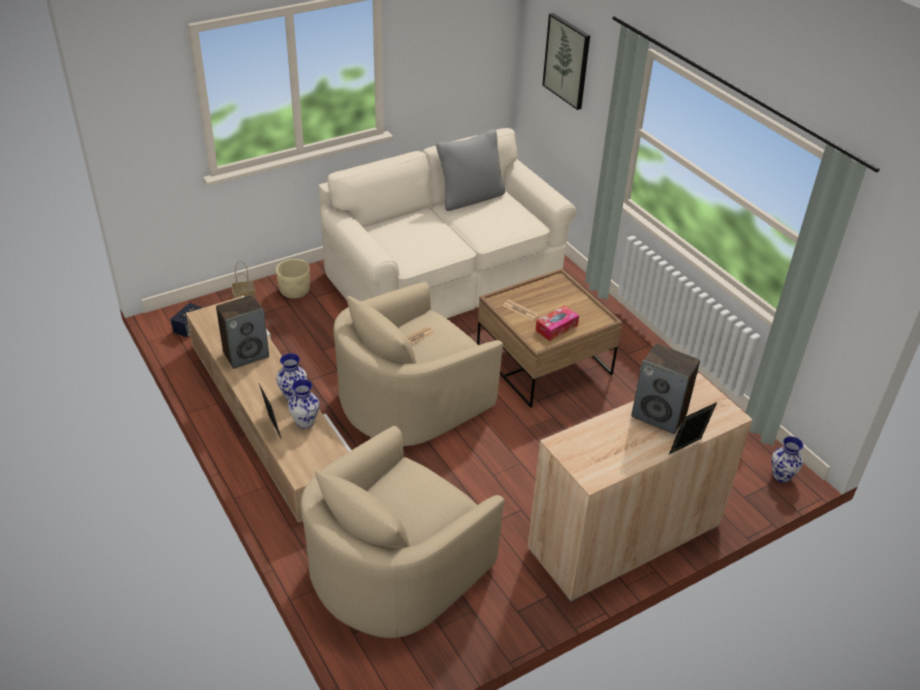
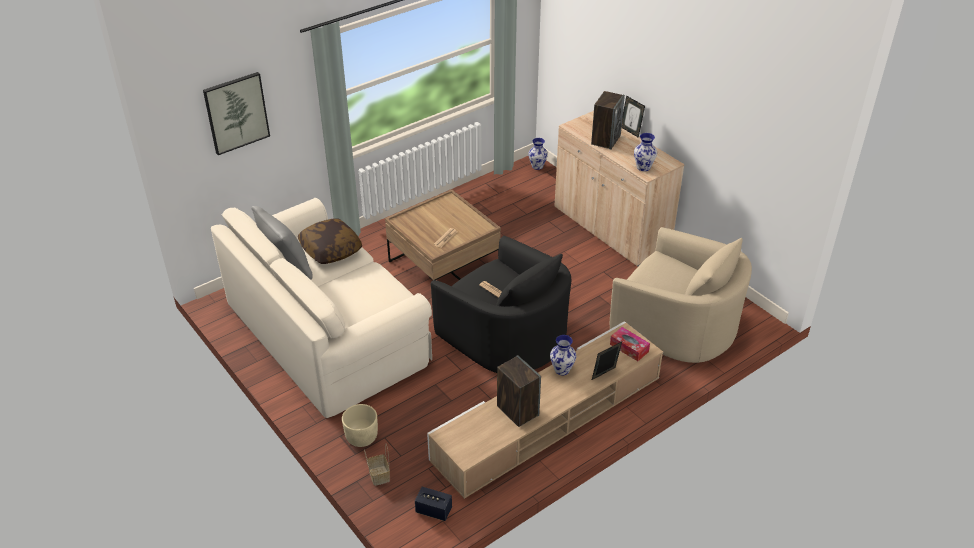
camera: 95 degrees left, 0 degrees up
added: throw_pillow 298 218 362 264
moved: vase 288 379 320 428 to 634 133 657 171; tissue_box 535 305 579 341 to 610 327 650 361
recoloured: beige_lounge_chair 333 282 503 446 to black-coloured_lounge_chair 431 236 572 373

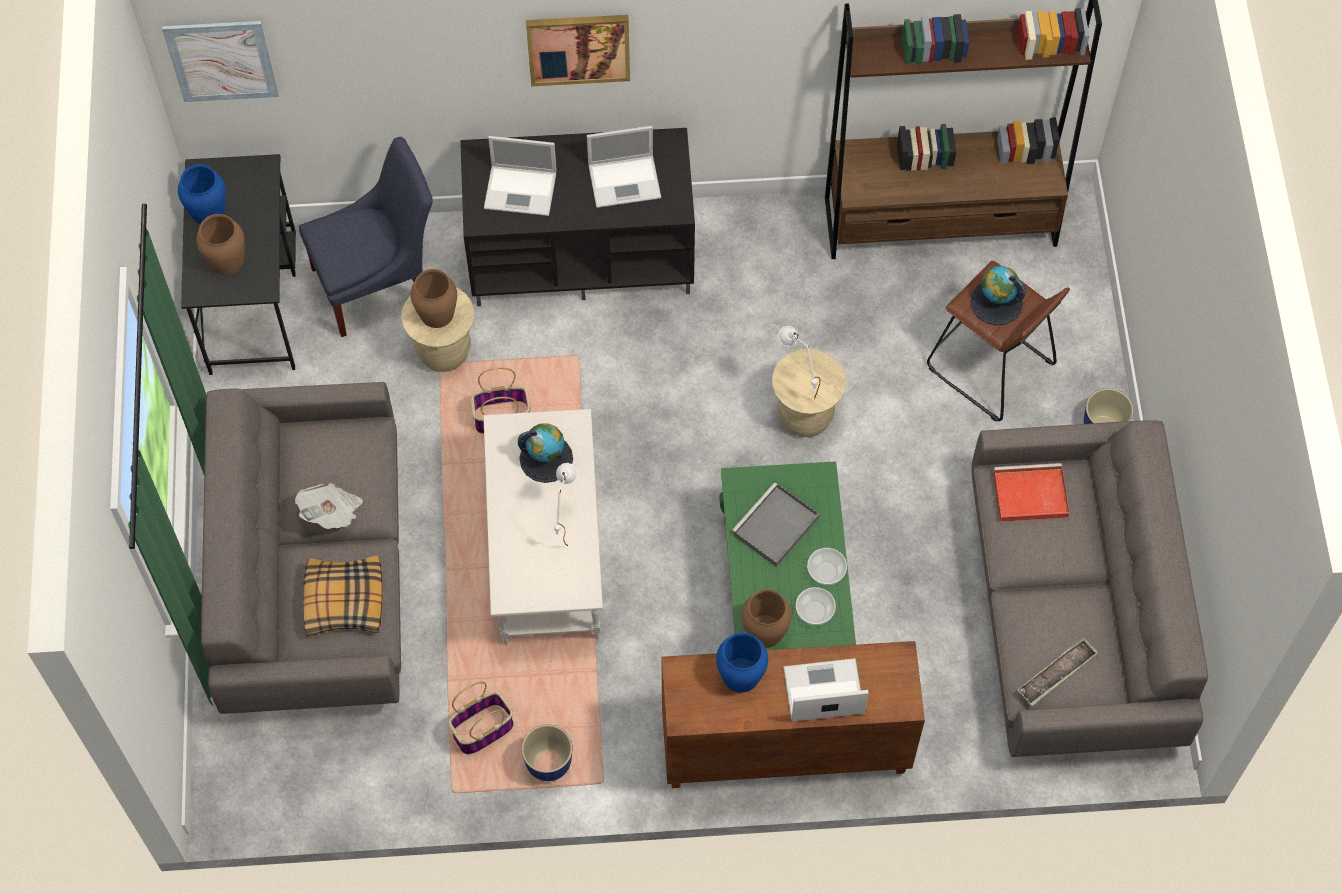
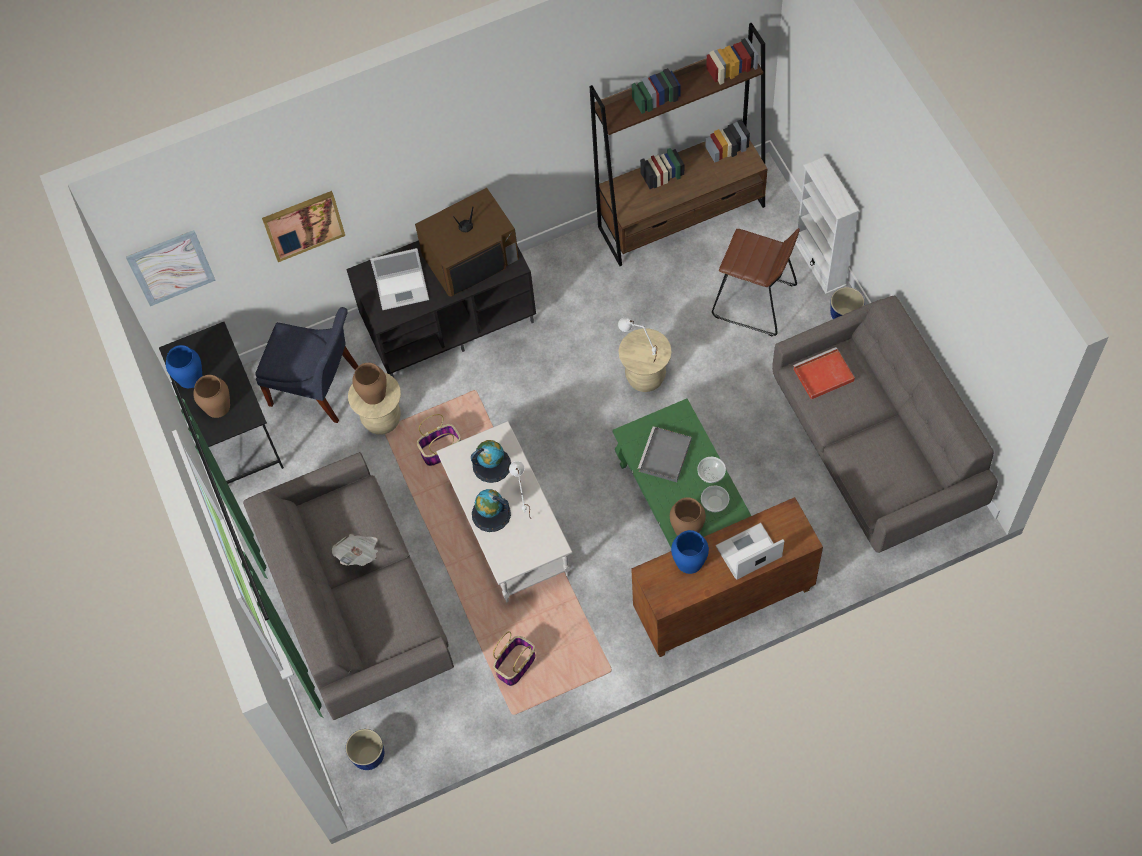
camera: 15 degrees left, 0 degrees up
removed: throw_pillow 303 555 383 636; tray 1017 637 1098 706
added: white_bookshelf 795 156 859 294
moved: planter 521 724 573 781 to 346 729 384 770; wall_art 526 15 630 87 to 262 191 345 262; desk_globe 970 266 1026 326 to 472 489 511 532
replaced: portable_computer 587 126 661 208 to TV_set 415 188 519 297
turned: bluish_chair 299 137 433 337 = 255 307 358 423 60 degrees clockwise

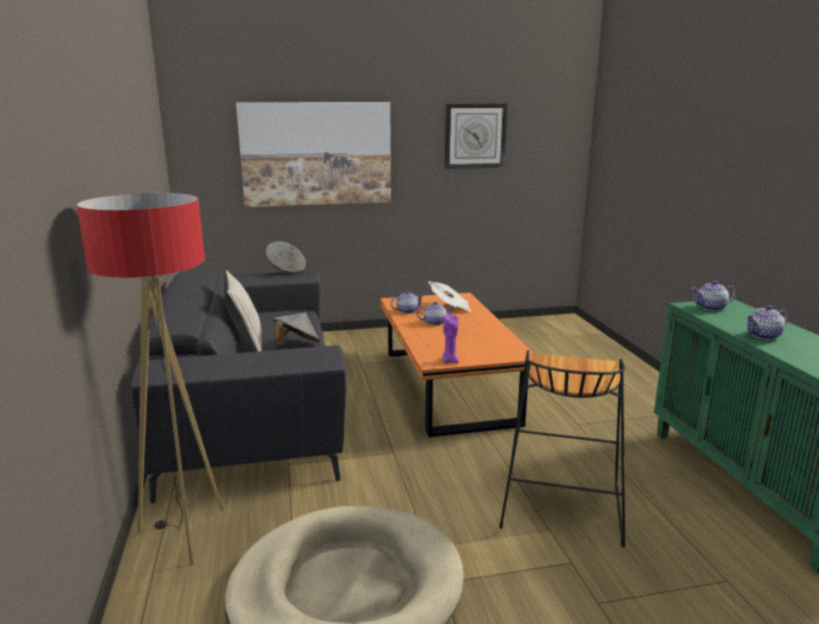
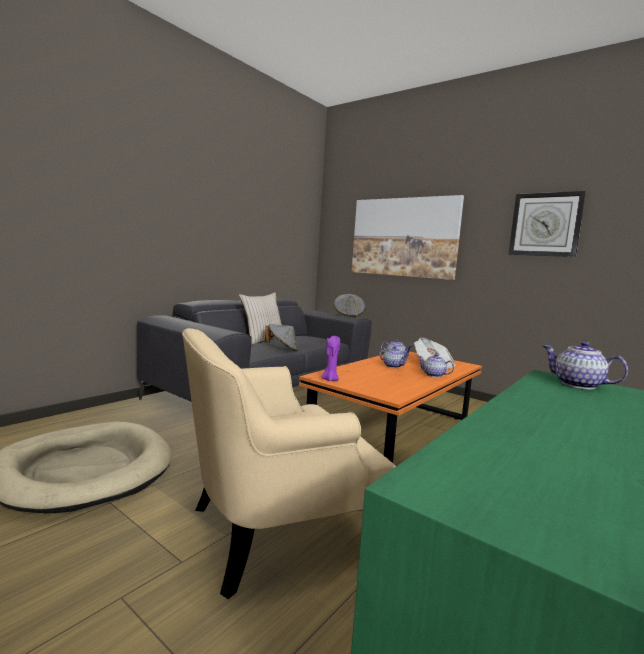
camera: 50 degrees right, 10 degrees down
removed: standing_lamp 76 193 223 565
moved: pot_for_tea 746 305 788 340 to 418 354 454 377
replaced: black-coloured_stool_seat 499 350 625 547 to beige_lounge_chair 182 328 396 599

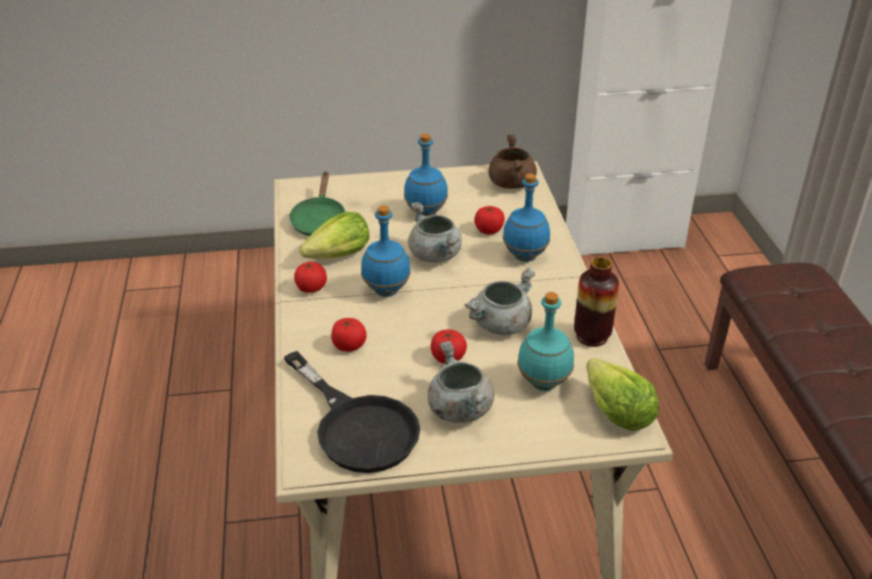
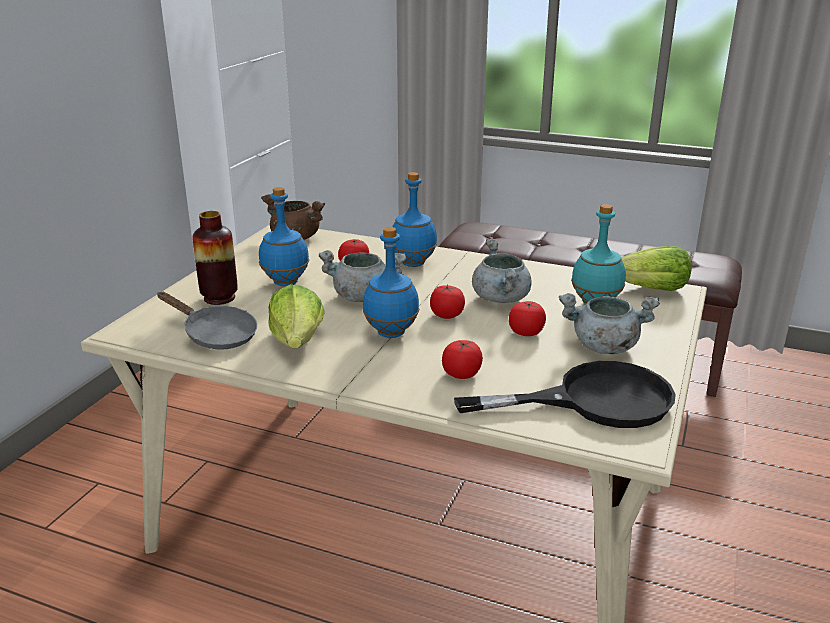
camera: 60 degrees left, 10 degrees down
moved: tomato 294 262 327 293 to 430 285 465 319; vase 574 257 619 347 to 192 211 238 305
recoloured: greenish_pan 289 171 345 236 to grey_pan 157 292 257 350

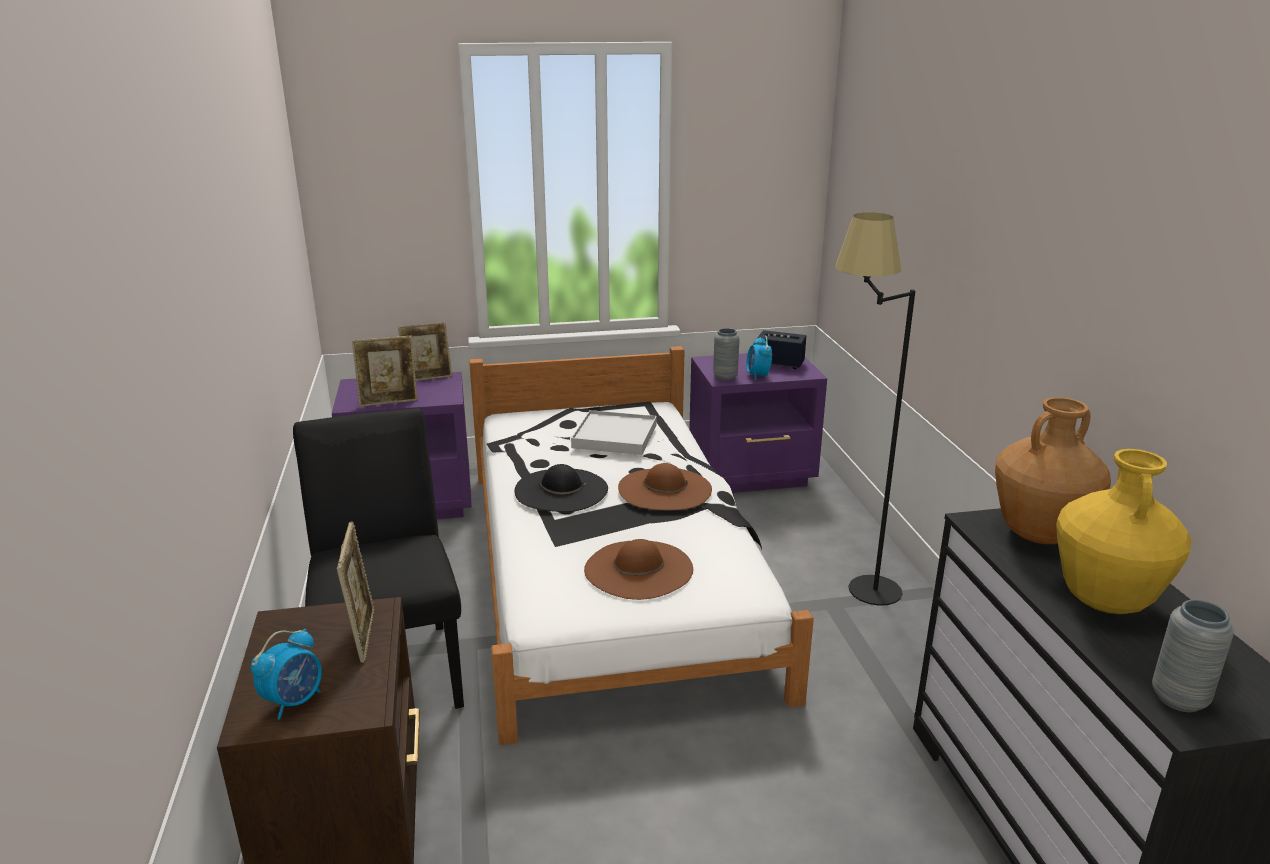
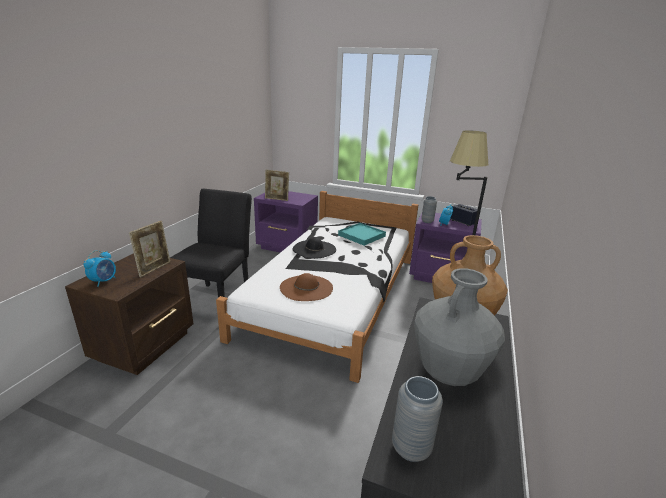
camera: 30 degrees right, 0 degrees up
removed: photo_frame 398 322 452 381; brown_clothing_hat 618 463 712 510
recoloured: white_tray 571 410 657 455 to turquoise-coloured_tray 338 223 386 246; yellow-coloured_vase 1056 449 1192 614 to grey_vase 414 268 505 386
turned: table_clock 251 629 322 720 = 83 251 116 287 45 degrees counterclockwise

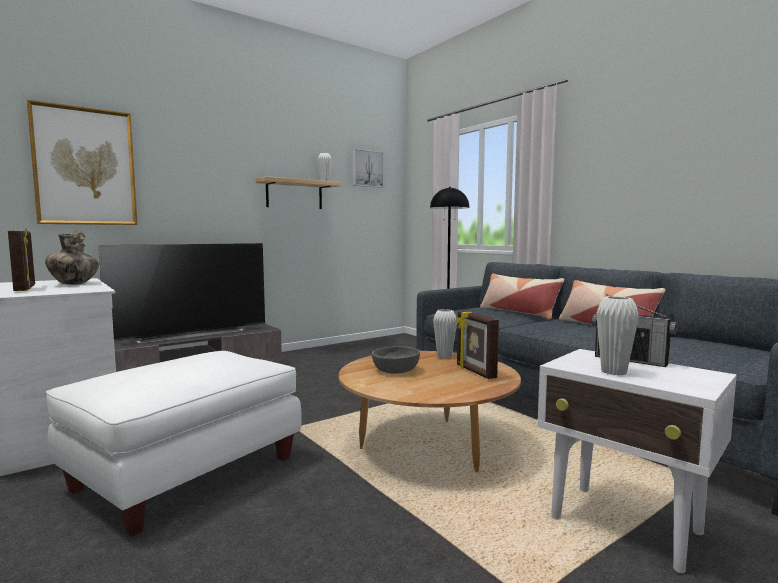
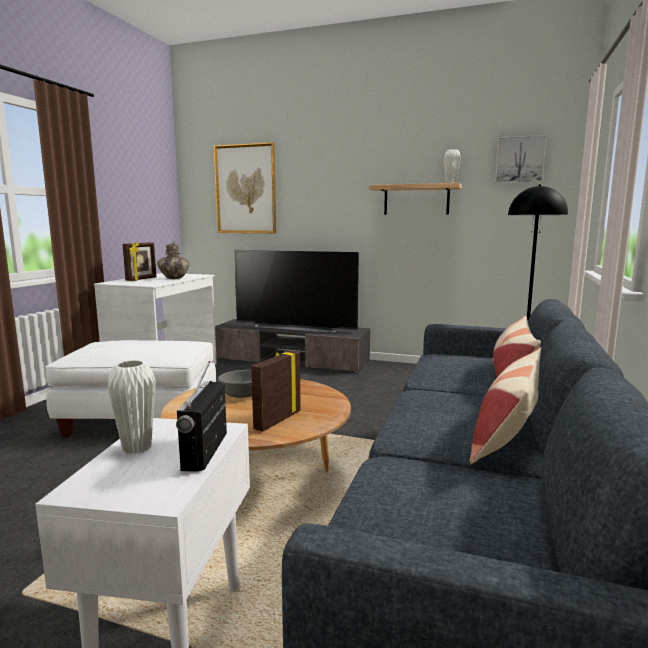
camera: 55 degrees right, 5 degrees up
removed: white_vase 433 309 457 359

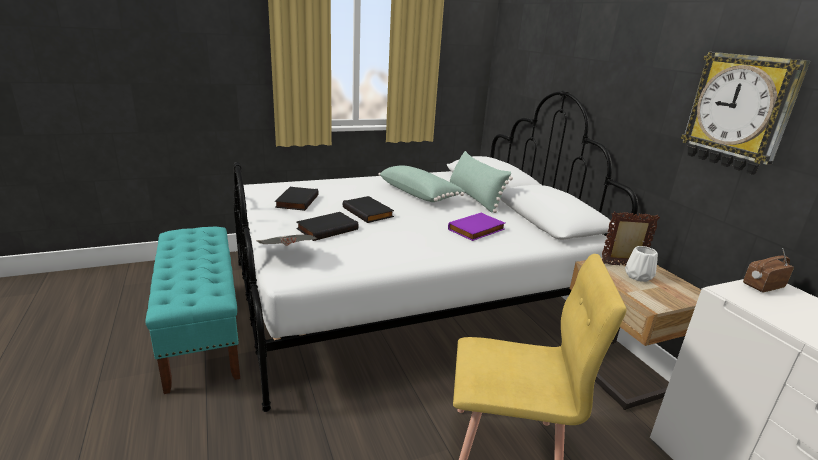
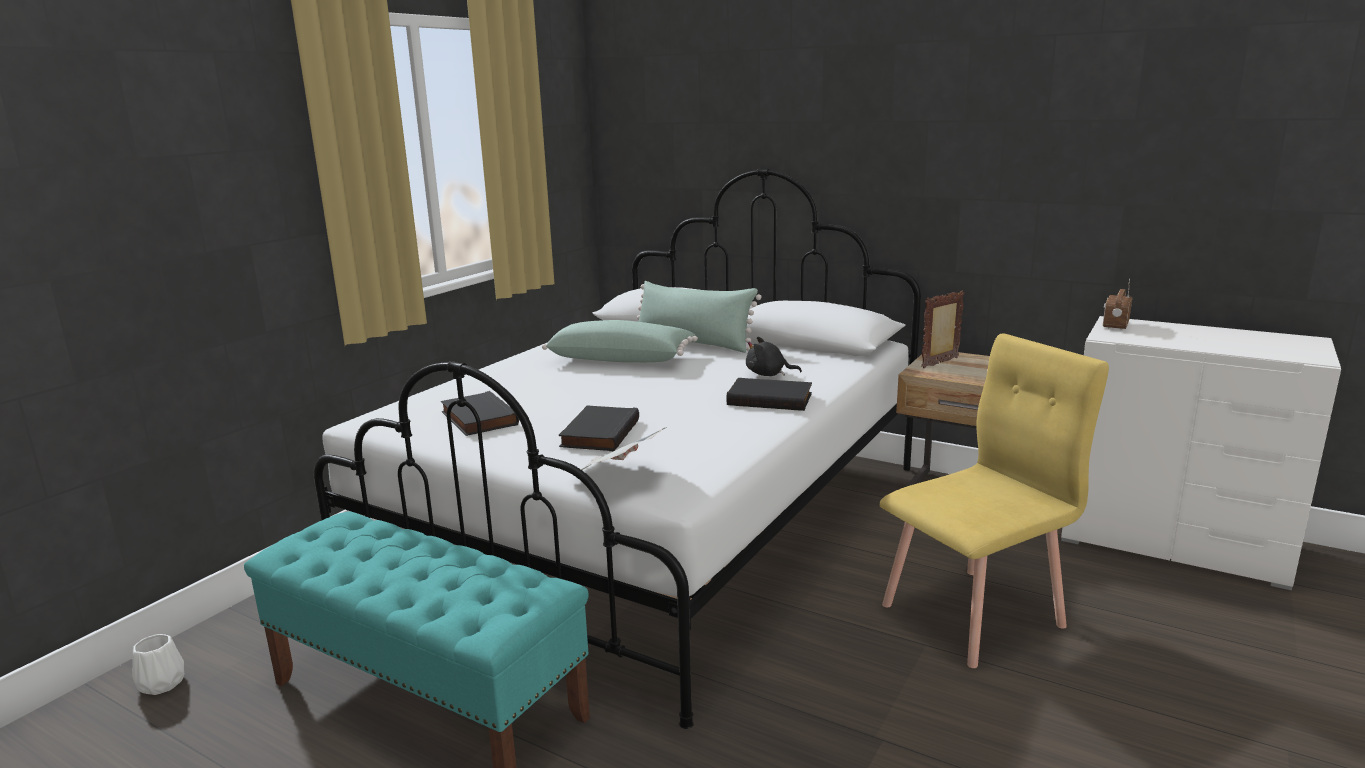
camera: 35 degrees left, 5 degrees down
removed: clock_on_the_wall 681 52 810 175
moved: black-coloured_bound_book 343 196 394 223 to 727 378 812 411; white_vase 625 246 658 282 to 132 634 184 695
replaced: purplish_bound_book 448 212 505 241 to black-coloured_plush_toy 746 336 802 376

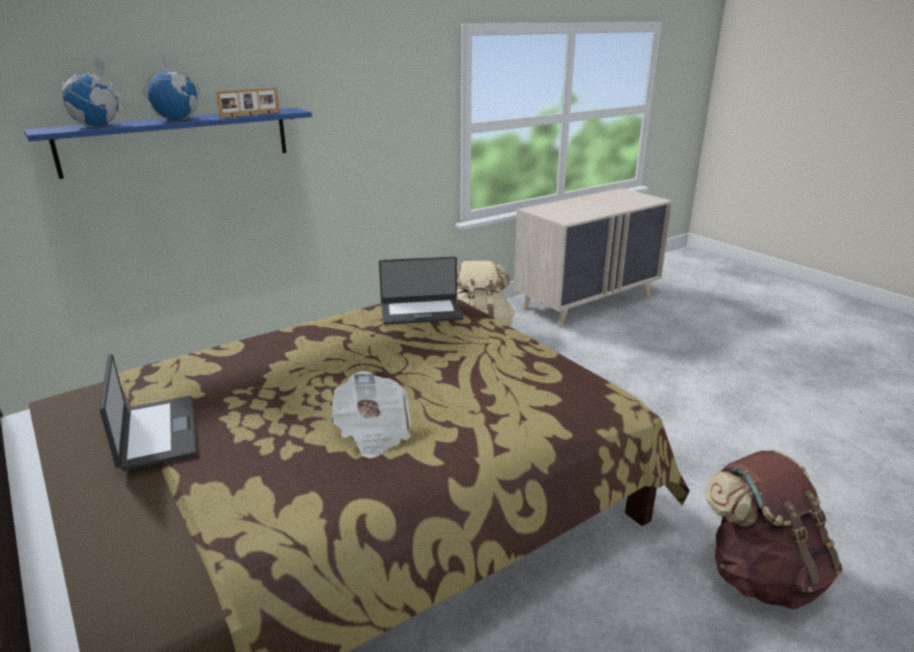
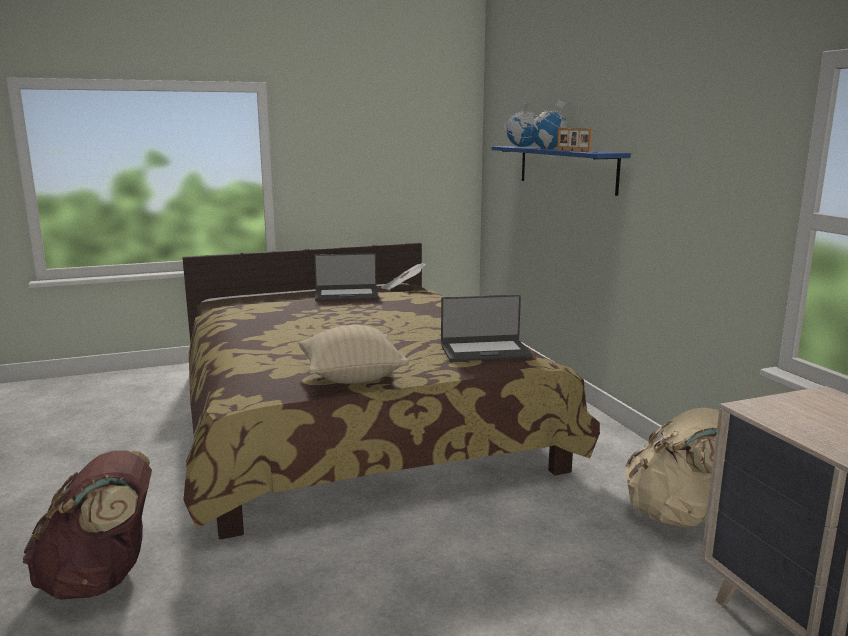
camera: 105 degrees right, 10 degrees down
added: beige_throw_pillow 299 325 409 384
moved: daily_paper 331 371 411 459 to 381 263 426 290
turned: portable_computer 379 256 464 325 = 441 295 532 362 105 degrees counterclockwise

